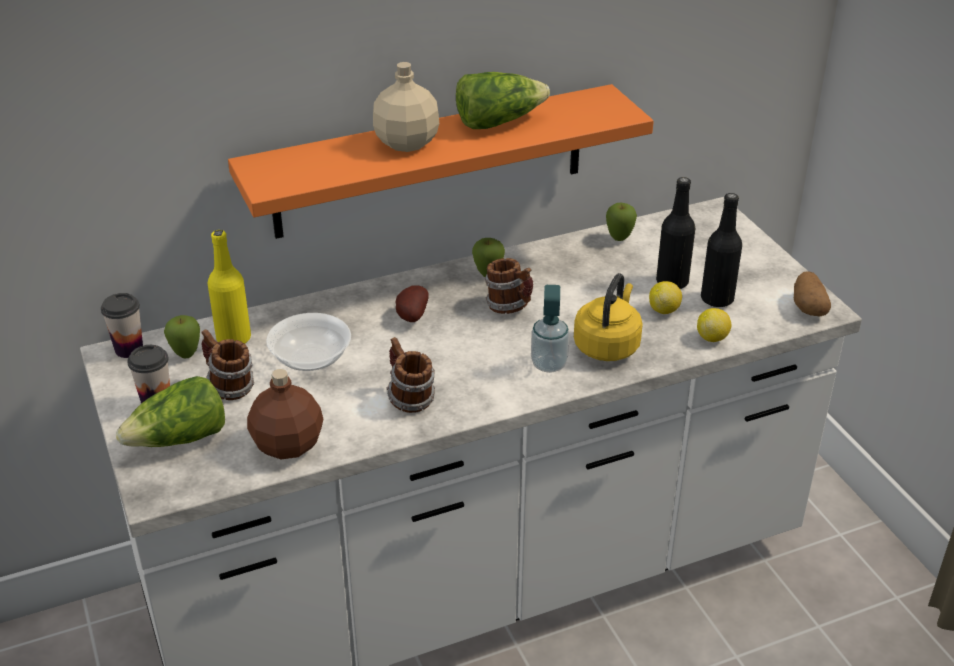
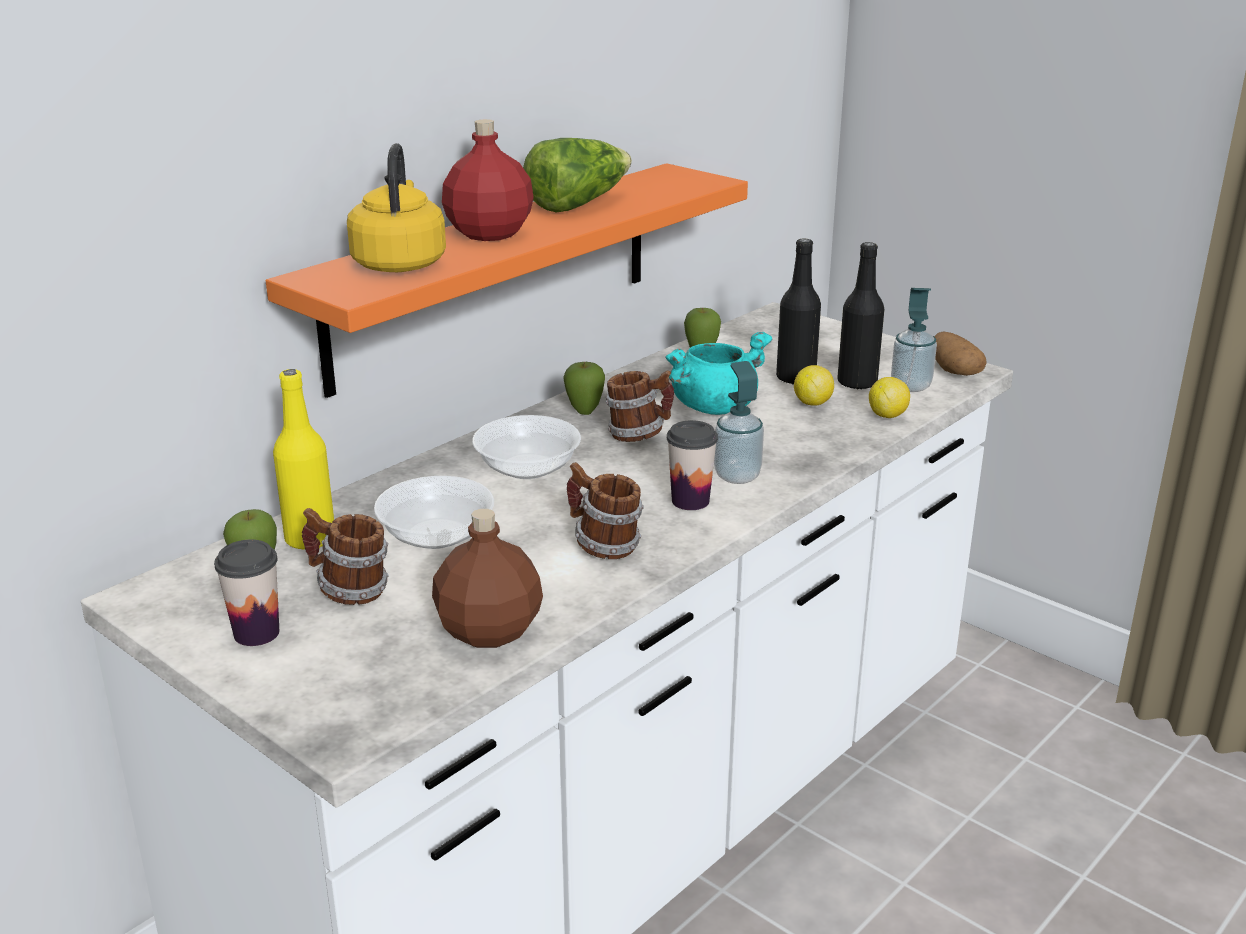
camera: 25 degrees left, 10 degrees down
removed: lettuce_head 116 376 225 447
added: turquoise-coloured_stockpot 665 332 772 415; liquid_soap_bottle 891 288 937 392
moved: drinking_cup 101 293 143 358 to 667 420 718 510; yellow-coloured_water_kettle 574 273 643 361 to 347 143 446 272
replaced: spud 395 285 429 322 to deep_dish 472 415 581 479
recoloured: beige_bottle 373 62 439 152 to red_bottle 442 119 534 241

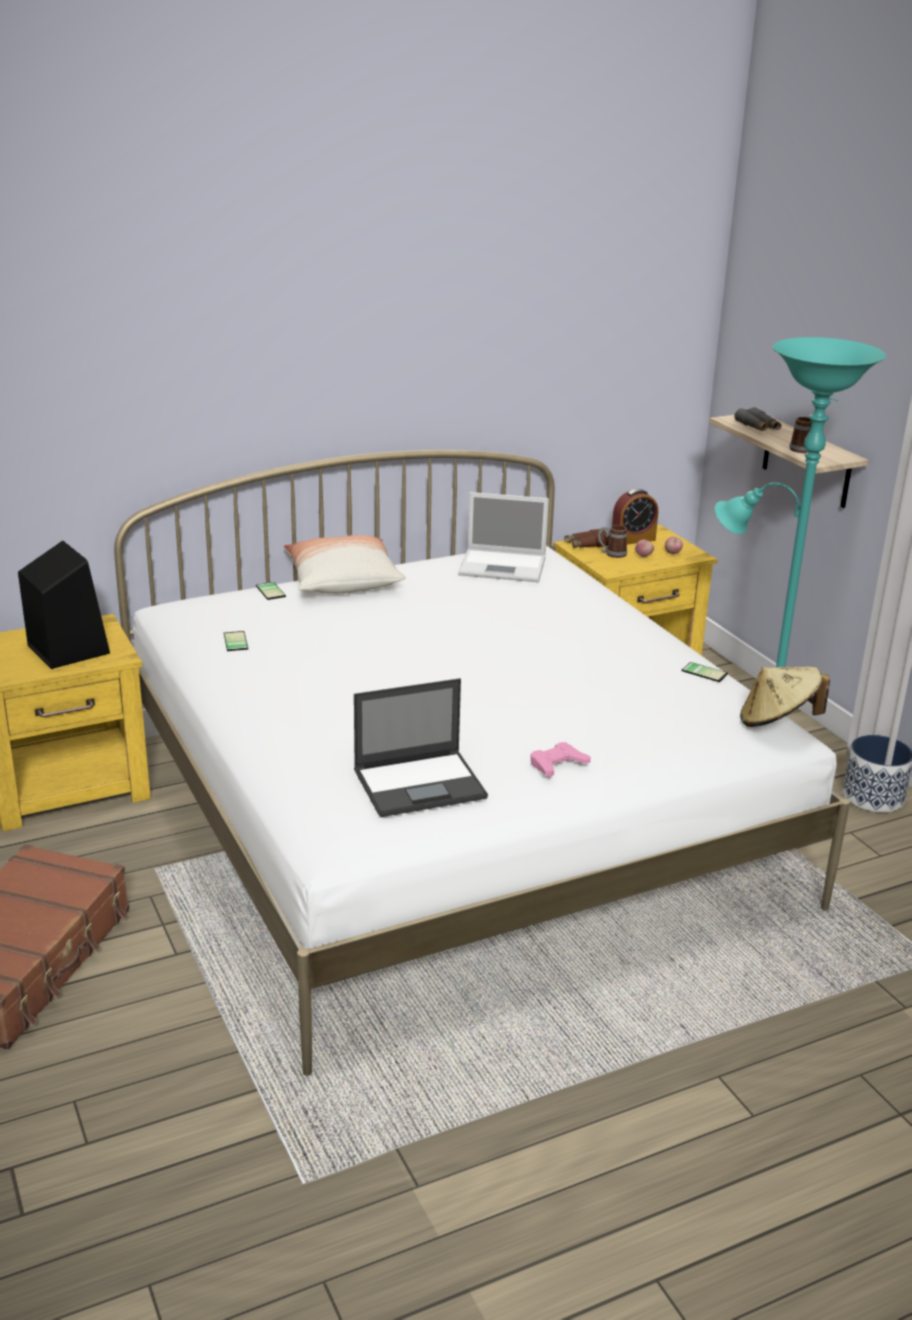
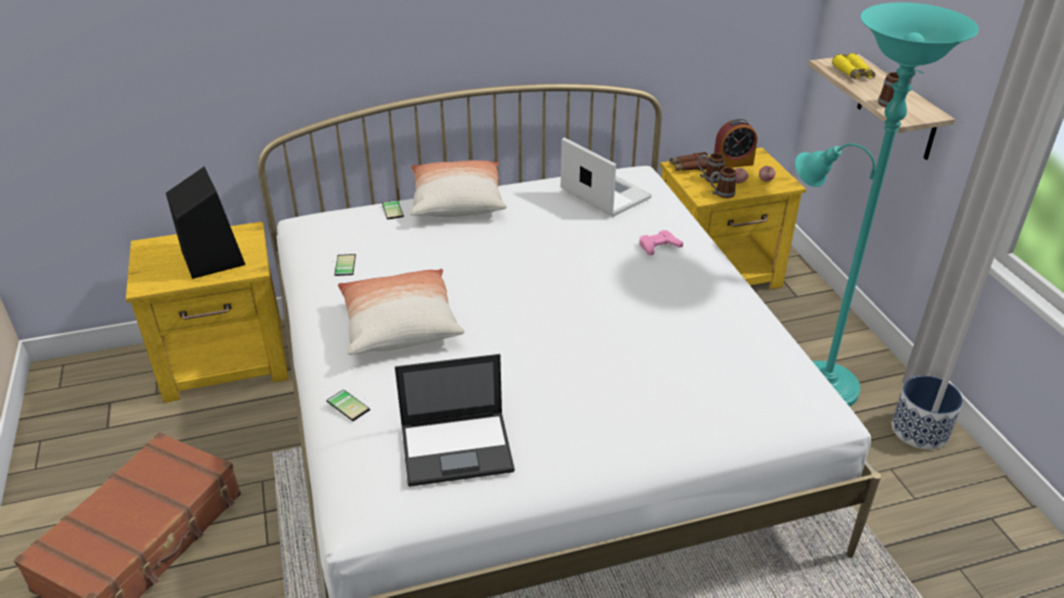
camera: 10 degrees right, 10 degrees up
removed: beige_clothing_hat 740 666 830 727
added: throw_pillow 338 269 464 355; tea_mug 710 167 737 198
moved: pink-coloured_joypad 531 742 591 777 to 640 230 683 255; phone 682 662 728 682 to 326 389 370 421
recoloured: grey_field_glasses 734 407 782 431 to yellow-coloured_field_glasses 832 53 875 80
turned: portable_computer 458 492 549 582 = 561 138 652 217 150 degrees counterclockwise

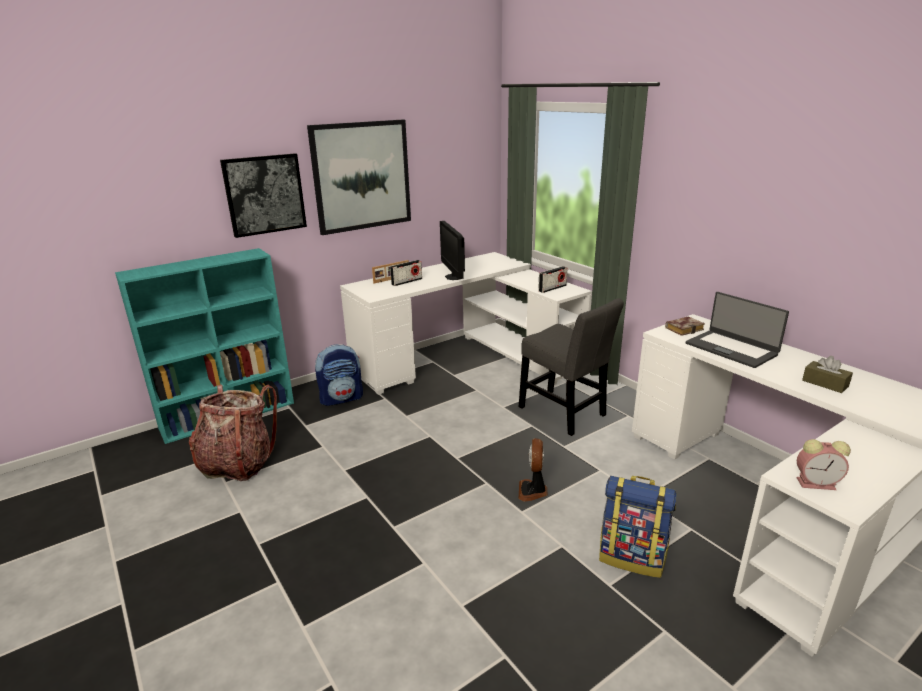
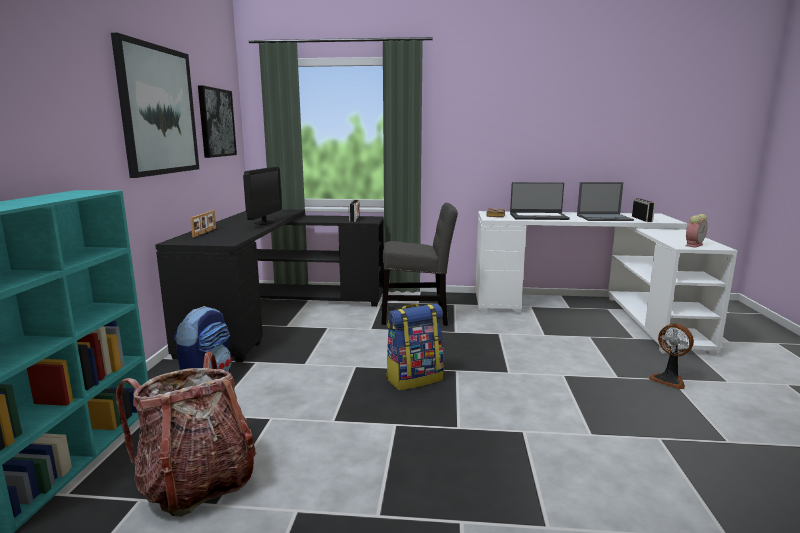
camera: 50 degrees left, 10 degrees down
moved: wall_art 220 153 307 238 to 198 86 237 158; radio 390 260 422 286 to 632 198 655 222; electric_fan 519 438 547 502 to 648 324 694 389; knapsack 599 476 676 578 to 386 304 444 390
replaced: brown_tissue_box 802 356 853 393 to portable_computer 577 182 634 221
recoloured: white_desk_table 340 252 592 395 to black-coloured_desk_table 155 210 384 363
turned: monitor 440 221 465 280 = 243 167 282 225 105 degrees counterclockwise

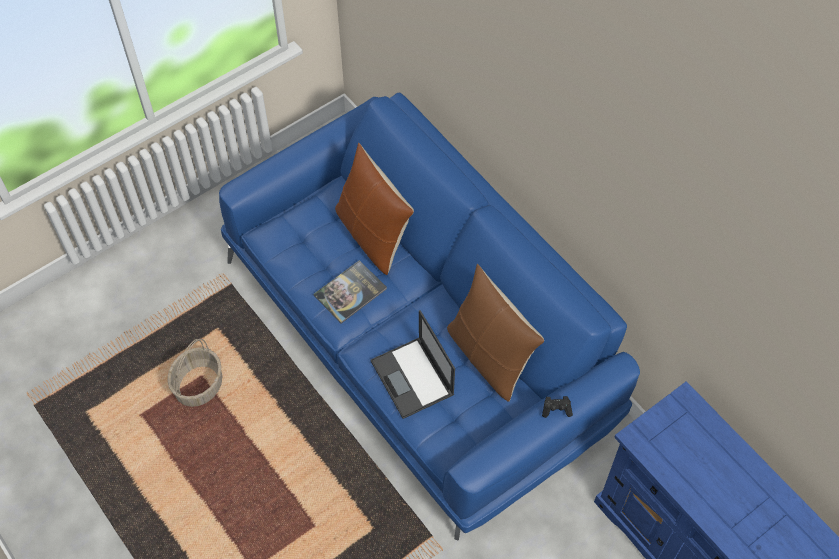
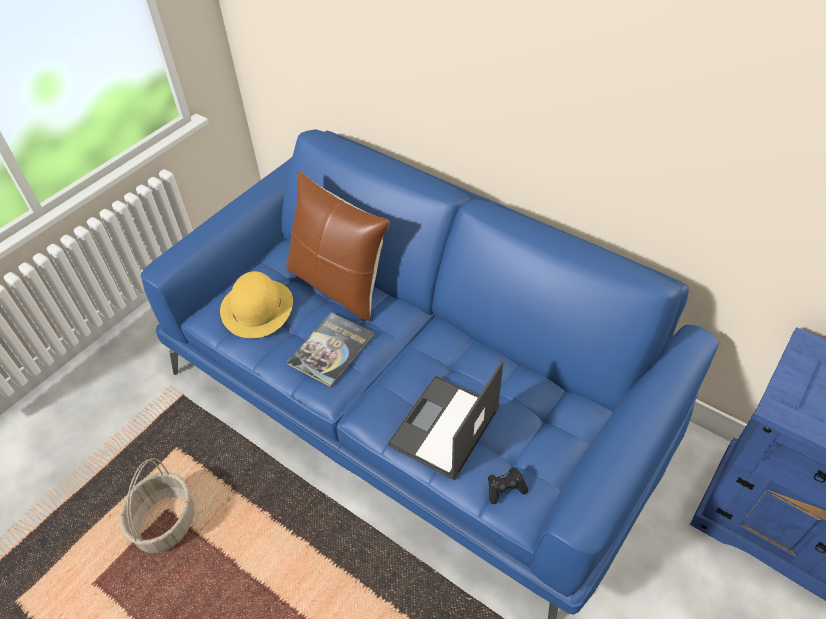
camera: 15 degrees left, 10 degrees down
removed: brown_throw_pillow 447 264 544 402
added: yellow-coloured_clothing_hat 220 271 293 338
moved: black-coloured_joypad 542 396 573 418 to 488 468 528 504
turned: portable_computer 371 310 455 419 = 387 361 503 480 75 degrees clockwise

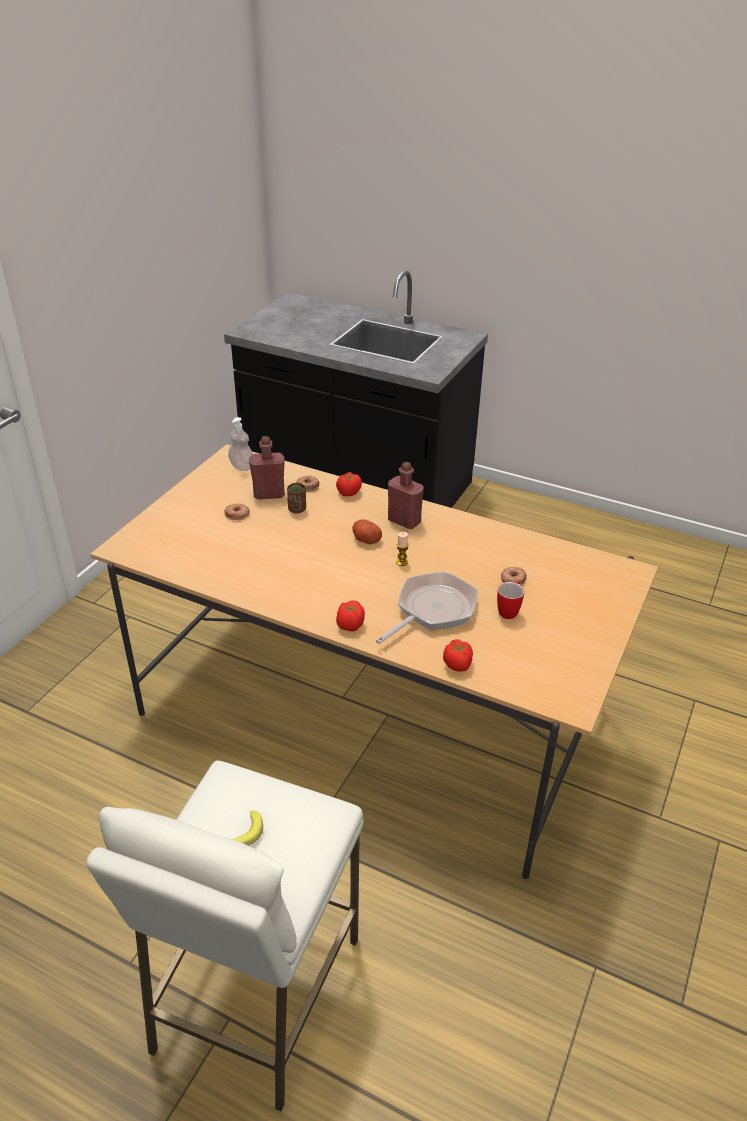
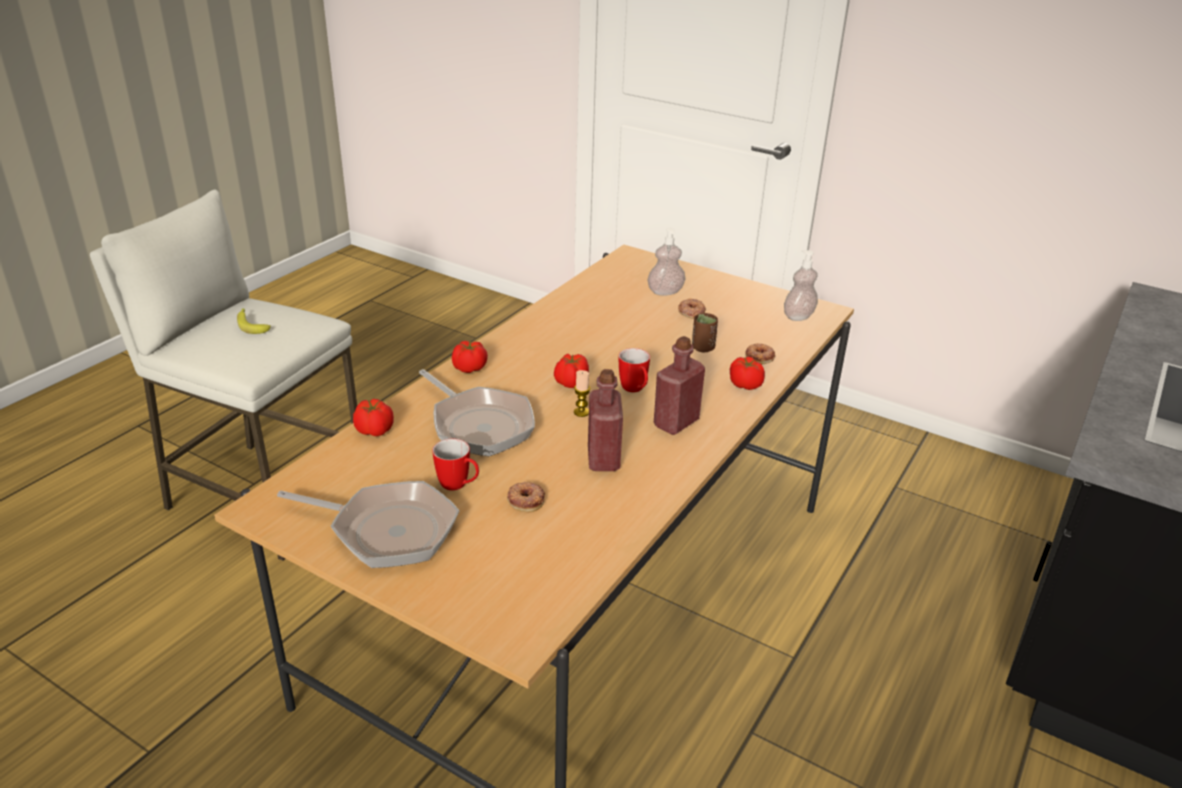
camera: 95 degrees right, 5 degrees down
added: pan 277 481 459 568; tomato 554 353 589 388; liquid_soap_bottle 648 227 685 295
moved: red_bottle 249 436 285 499 to 588 369 623 471
replaced: spud 352 519 382 544 to tea_mug 619 348 650 392

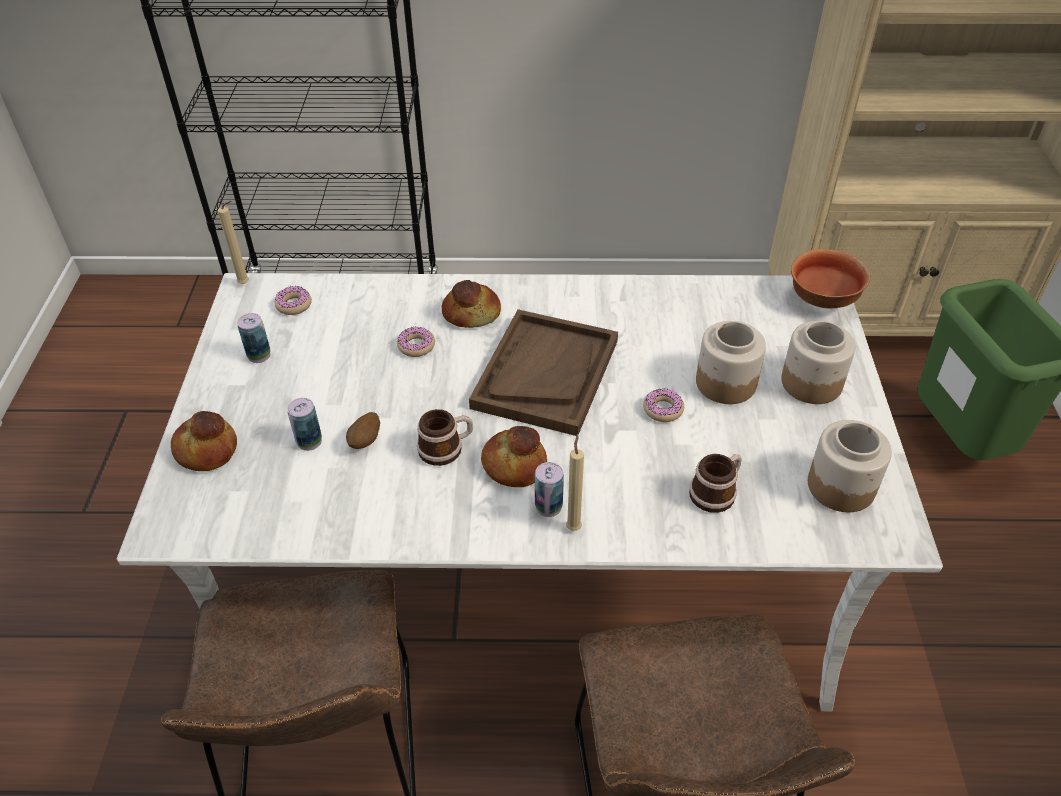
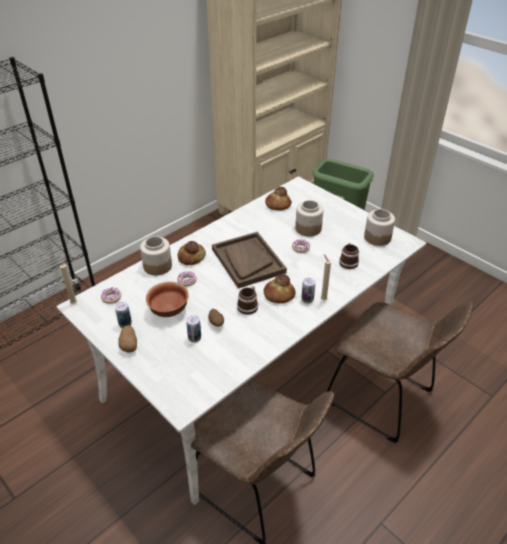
camera: 45 degrees left, 5 degrees down
added: spud 118 325 137 353
moved: bread 171 411 237 471 to 265 187 292 211; jar 781 321 856 404 to 140 236 172 275; deep_dish 791 249 870 308 to 146 282 189 317

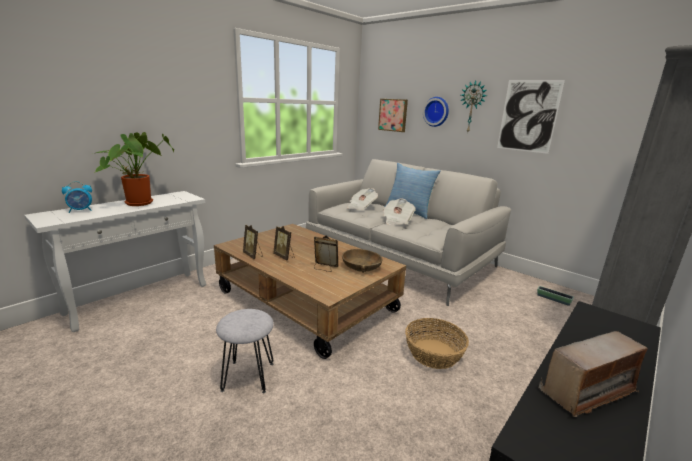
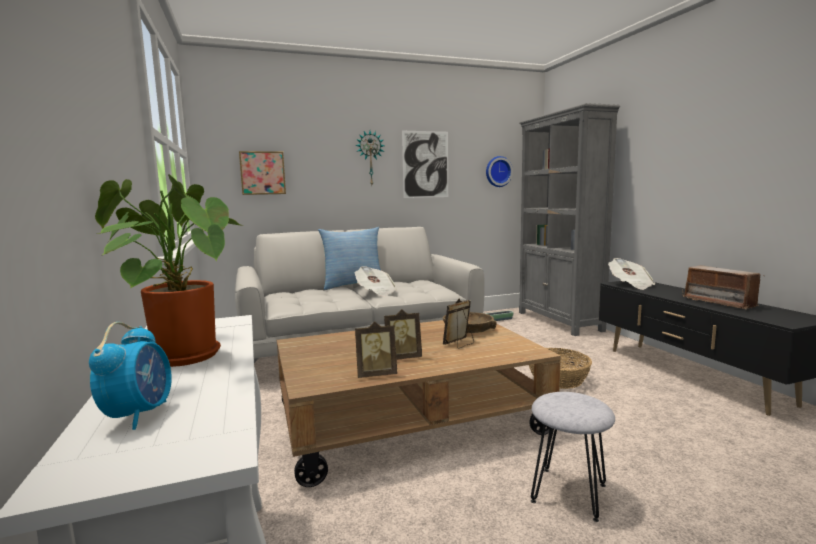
camera: 60 degrees left, 10 degrees down
moved: daily_paper 347 188 378 210 to 608 258 655 290; clock_on_the_wall 423 97 449 127 to 486 156 513 187
turned: radio 538 331 648 417 = 682 265 764 310 150 degrees clockwise

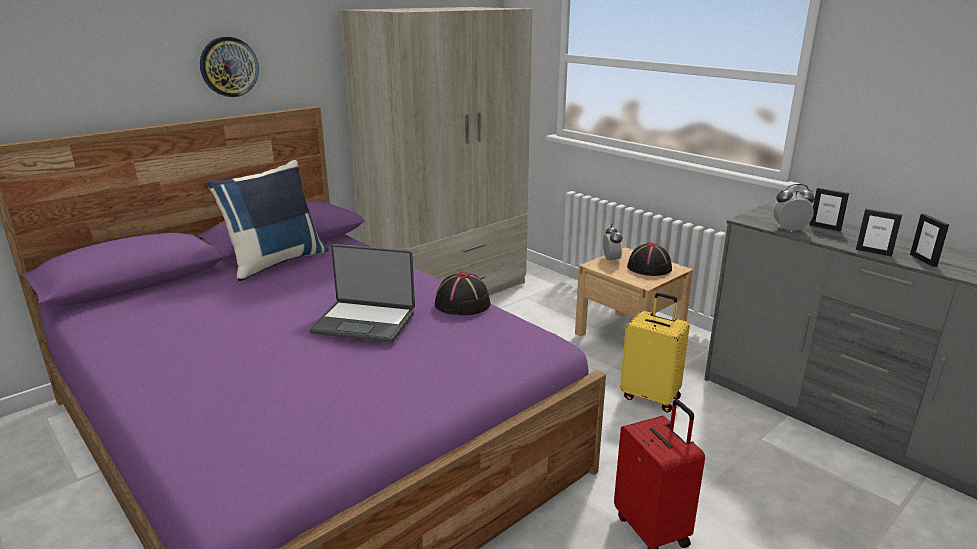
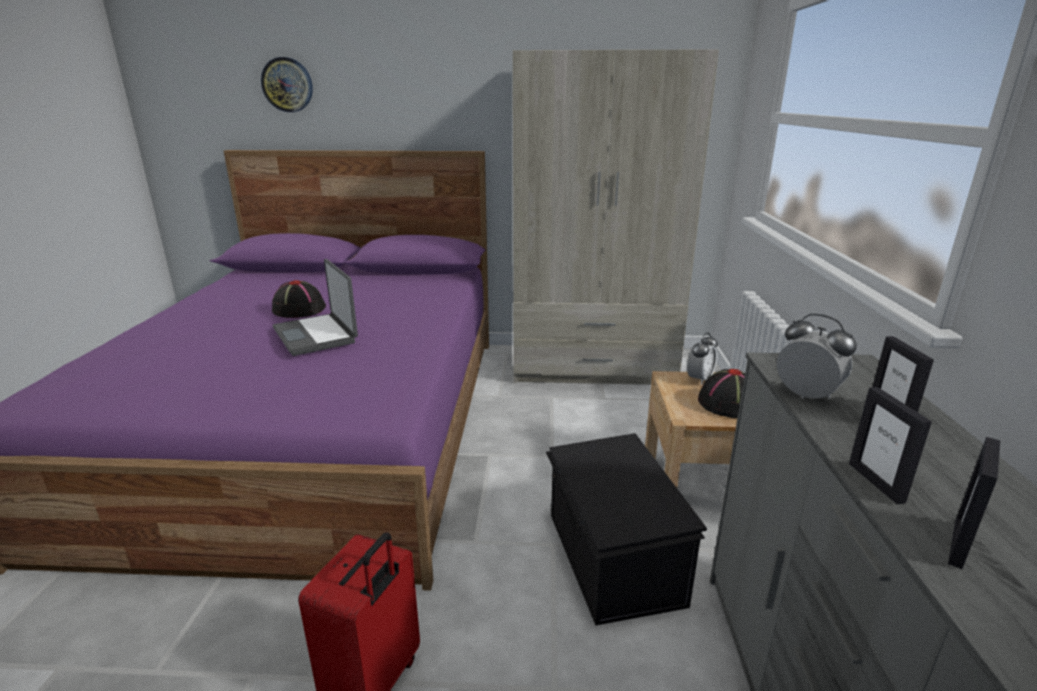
camera: 45 degrees right, 0 degrees up
removed: bluish_throw_pillow 206 160 329 281
moved: clock_on_the_wall 200 37 259 97 to 261 57 313 112; black-coloured_clothing_hat 435 272 490 315 to 272 280 326 318
replaced: yellow-coloured_suitcase 620 293 690 413 to black-coloured_storage_container 546 433 707 626

